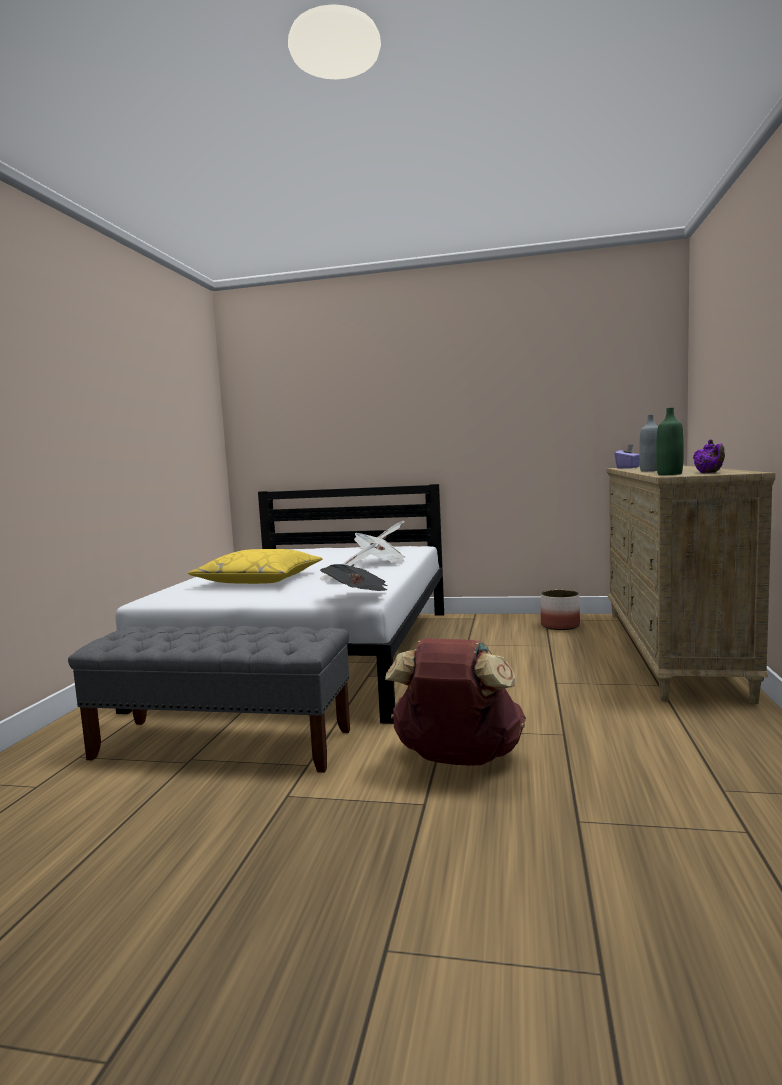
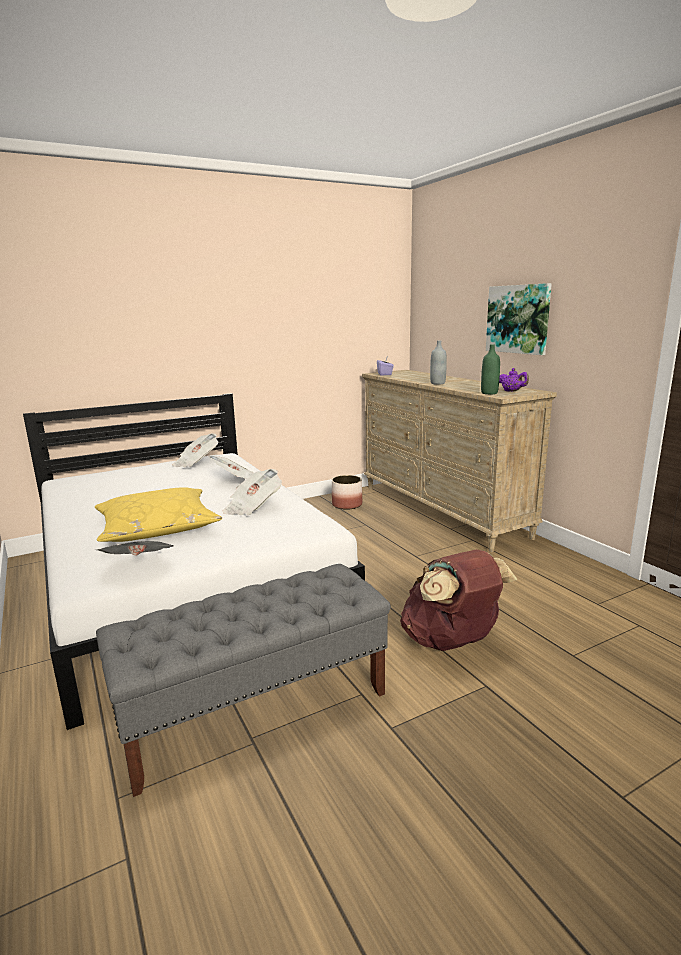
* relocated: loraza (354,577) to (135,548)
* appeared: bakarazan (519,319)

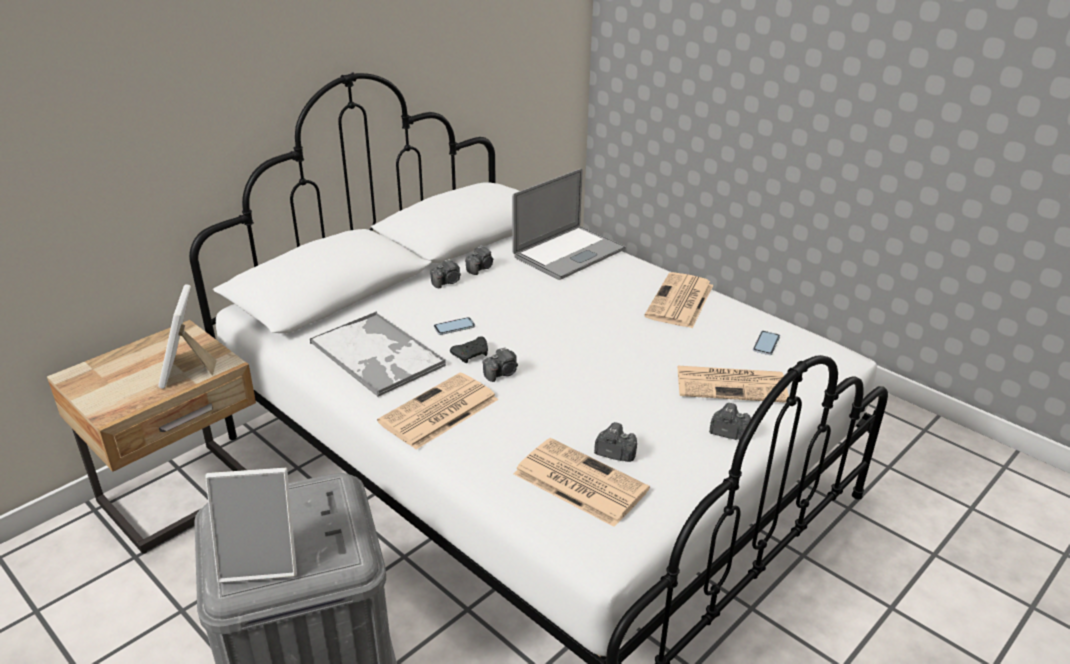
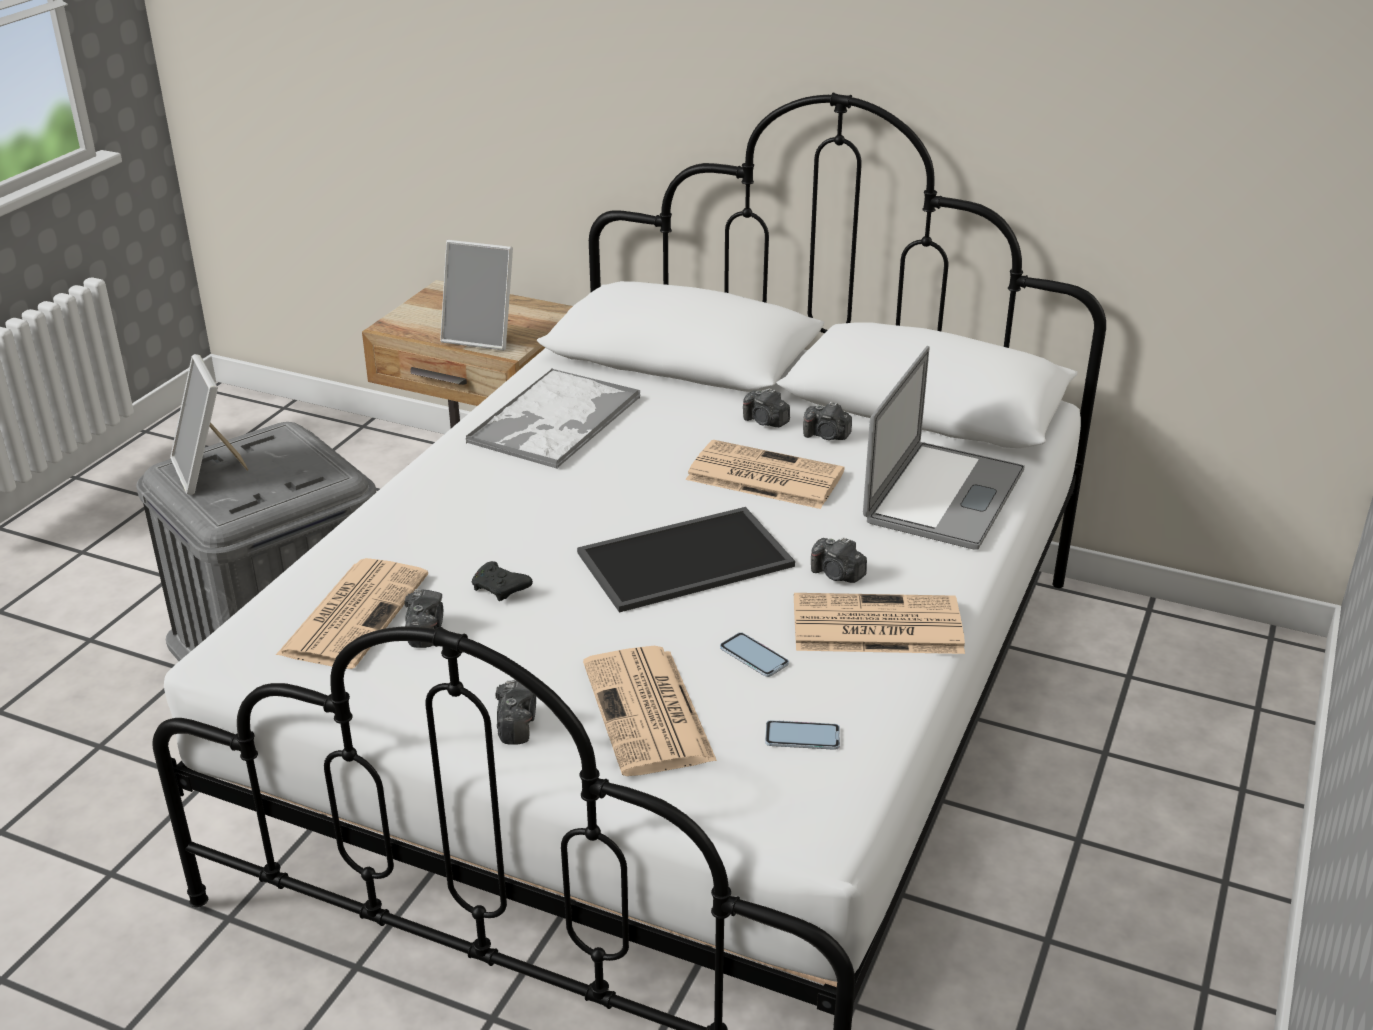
* spun: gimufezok (187,336) = (476,295) 135 degrees counterclockwise
* relocated: loraza (438,411) to (765,474)
* relocated: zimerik (454,326) to (754,654)
* relocated: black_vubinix (469,349) to (502,581)
* relocated: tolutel (500,364) to (839,560)
* spun: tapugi (569,224) = (944,448) 90 degrees counterclockwise
* appeared: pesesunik (686,560)

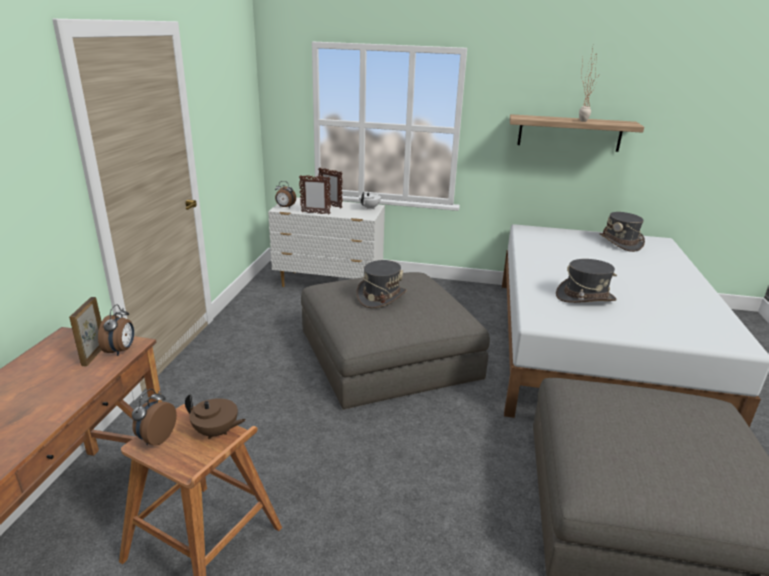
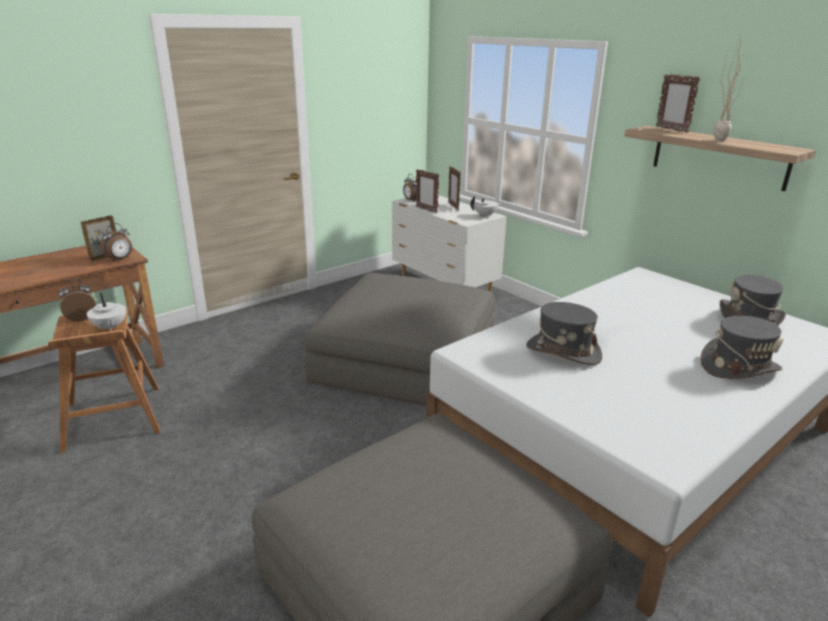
* colour: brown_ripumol (215,417) to white_ripumol (106,312)
* relocated: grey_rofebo (381,284) to (742,347)
* appeared: gimufezok (678,103)

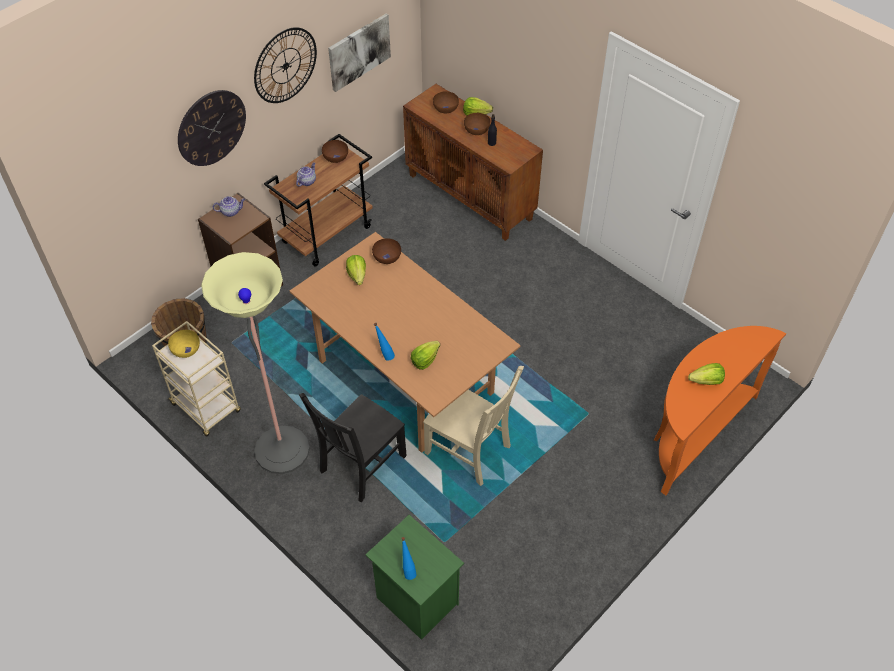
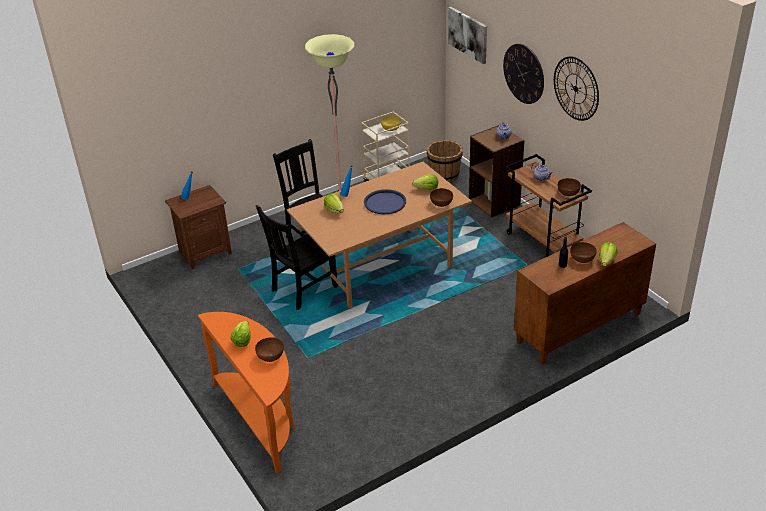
* relocated: bakarazan (359,52) to (467,35)
* colour: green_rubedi (414,577) to brown_rubedi (198,227)
* colour: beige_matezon (473,426) to black_matezon (297,257)
* relocated: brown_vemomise (446,102) to (269,349)
* appeared: blue_pesesunik (385,201)

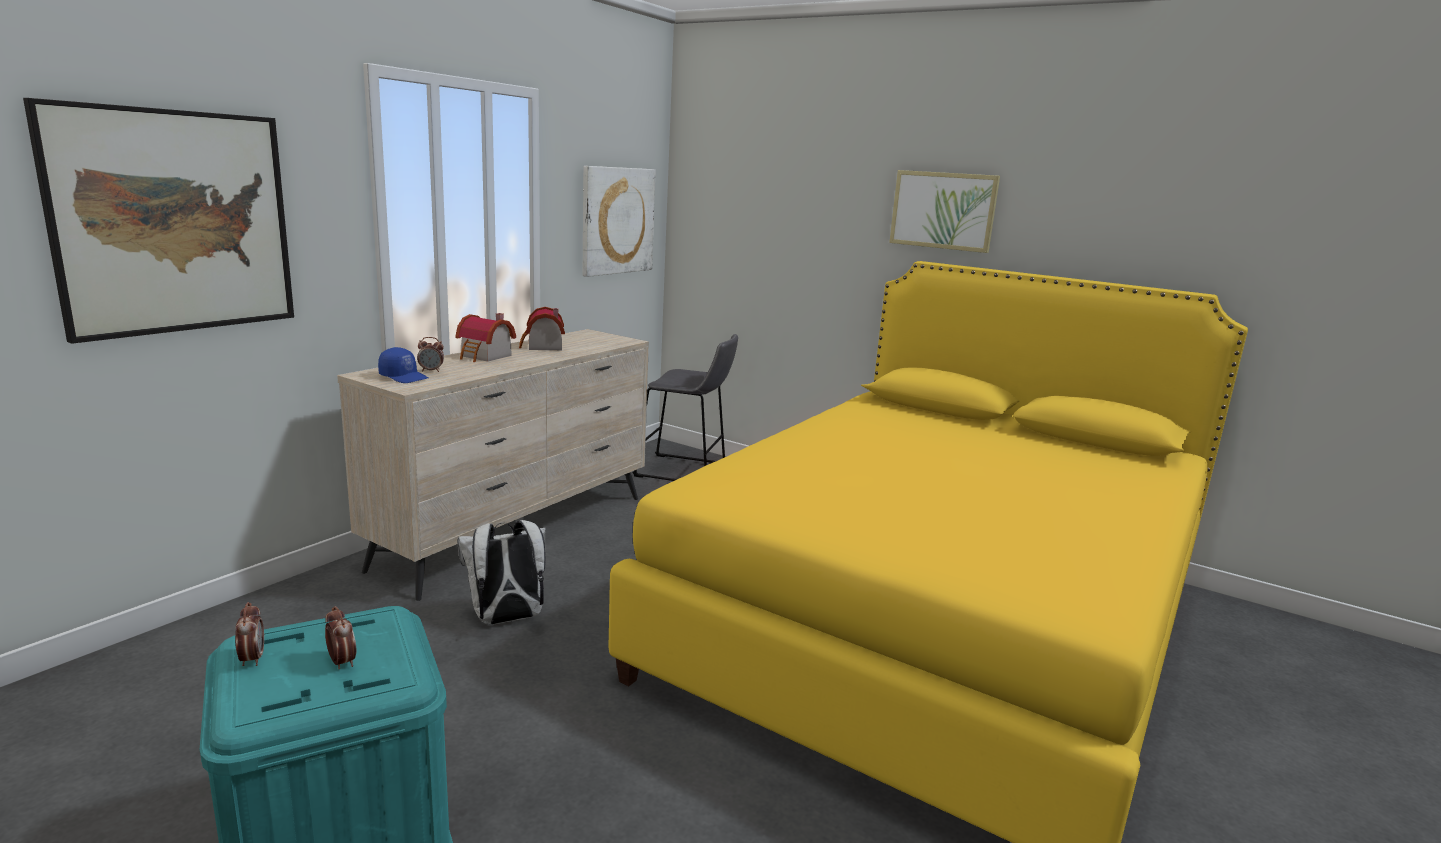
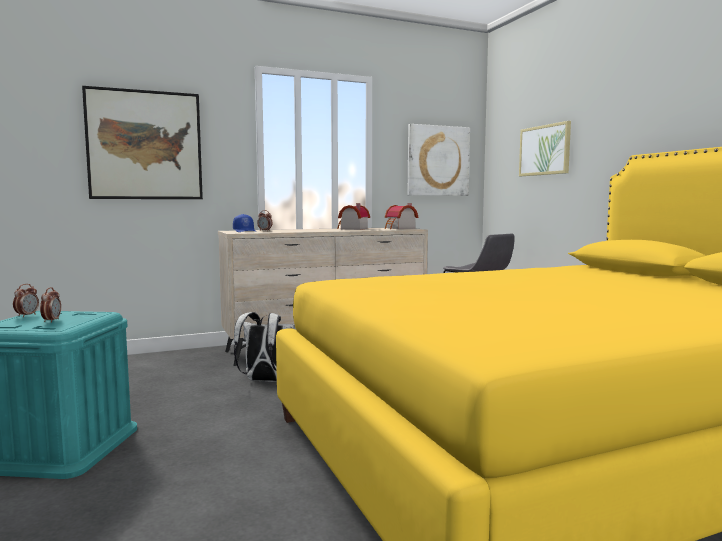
* relocated: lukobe (485,337) to (401,216)
* relocated: bakarazan (944,211) to (545,148)

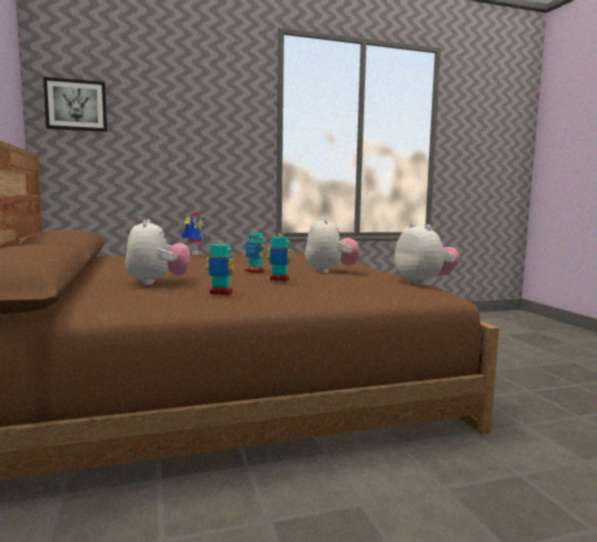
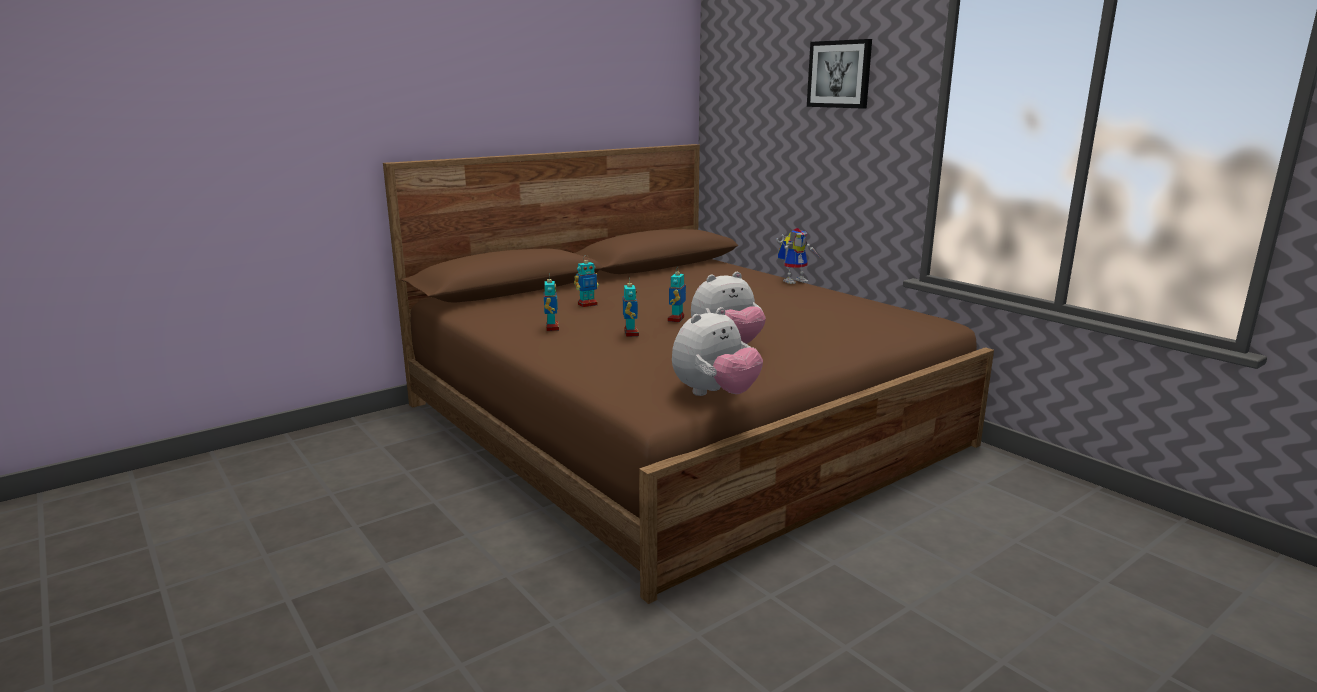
* relocated: bakarazan (75,104) to (839,73)
* exchanged: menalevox (157,252) to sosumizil (586,281)

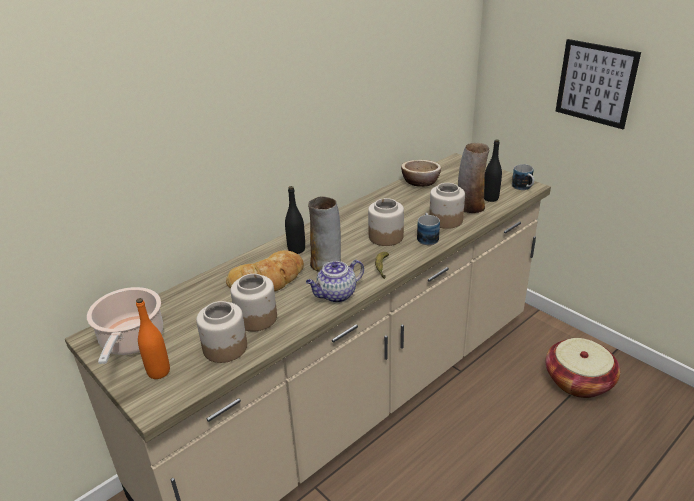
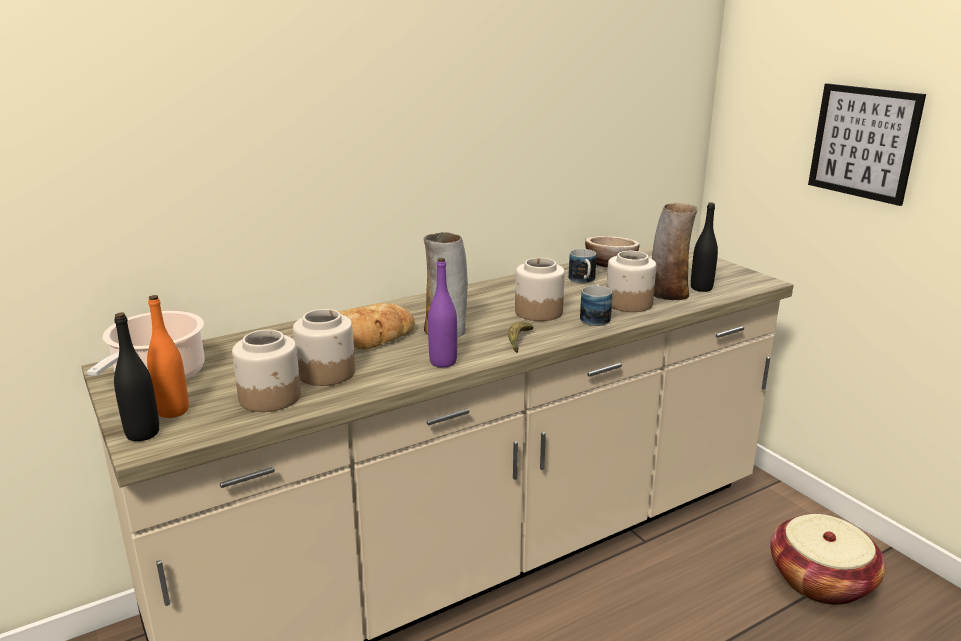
* relocated: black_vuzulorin (295,220) to (136,377)
* exchanged: ripumol (335,281) to purple_vuzulorin (442,313)
* relocated: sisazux (523,177) to (582,266)

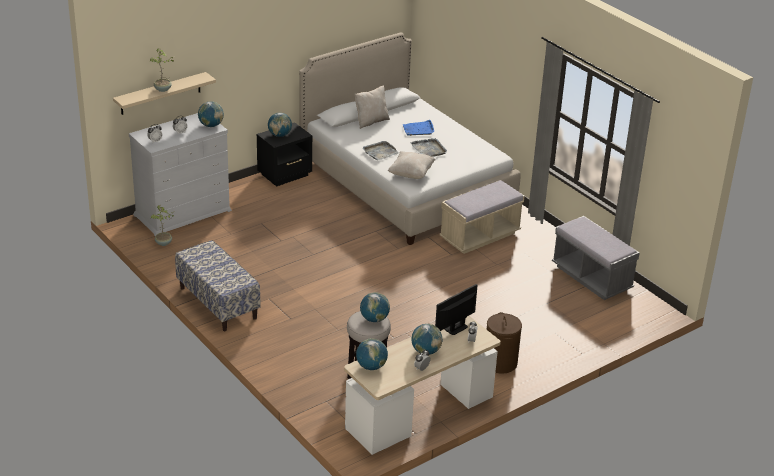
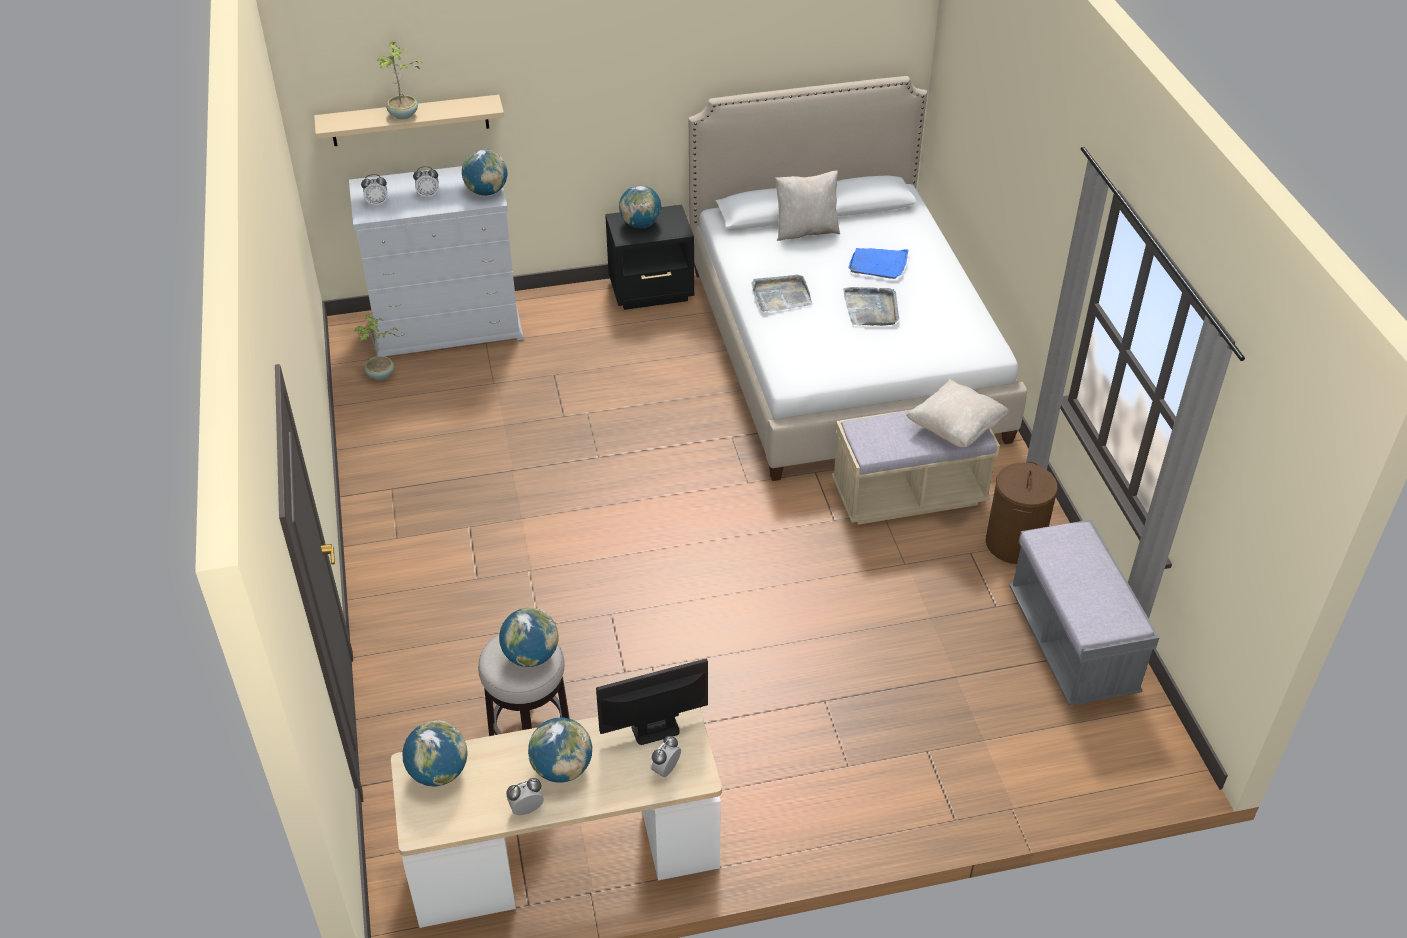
* missing: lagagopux (217,285)
* relocated: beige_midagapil (412,165) to (958,412)
* relocated: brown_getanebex (504,343) to (1022,512)

